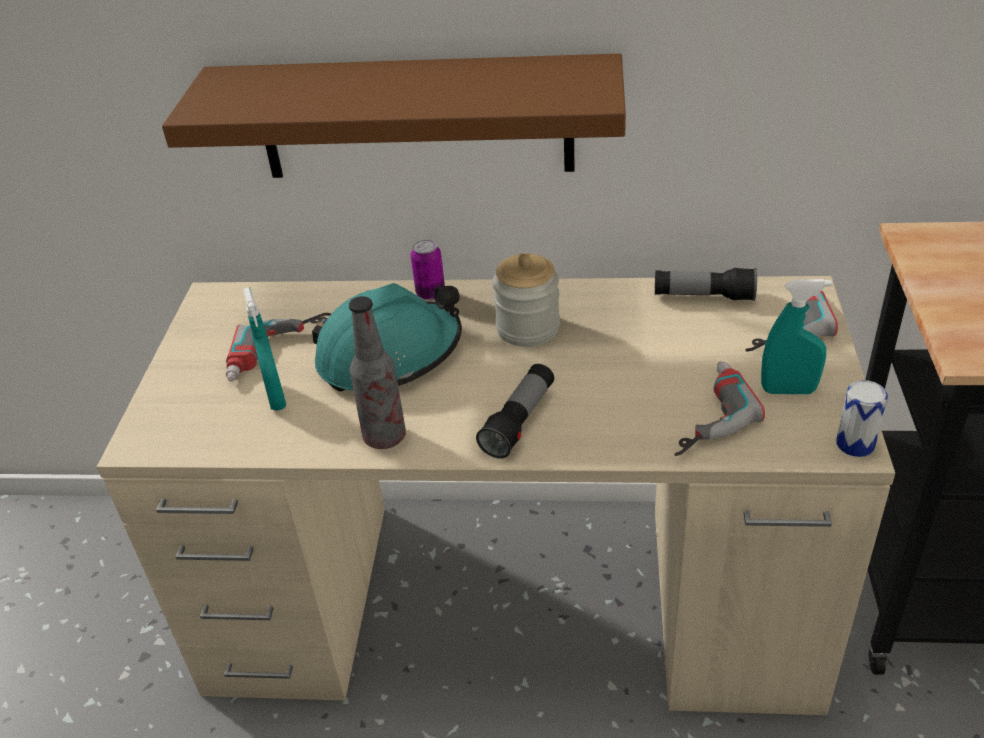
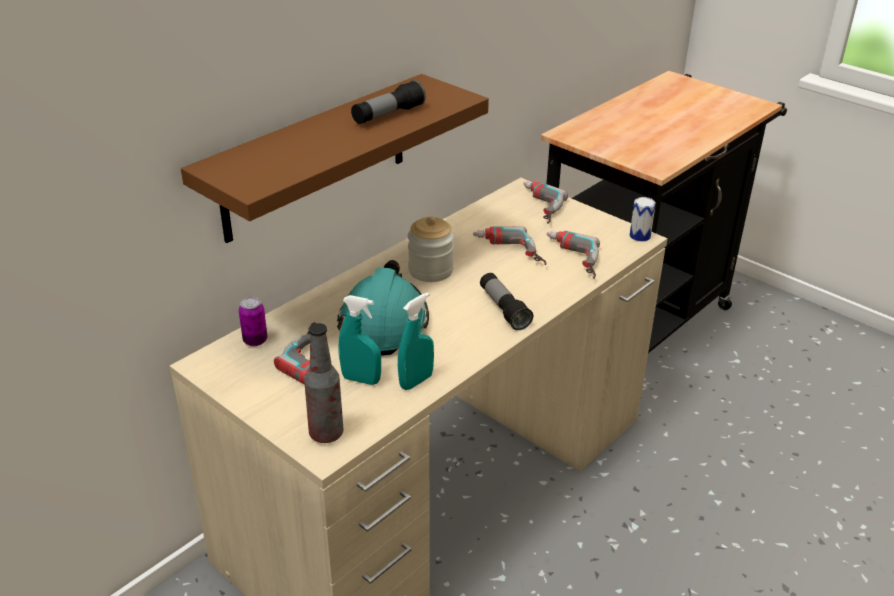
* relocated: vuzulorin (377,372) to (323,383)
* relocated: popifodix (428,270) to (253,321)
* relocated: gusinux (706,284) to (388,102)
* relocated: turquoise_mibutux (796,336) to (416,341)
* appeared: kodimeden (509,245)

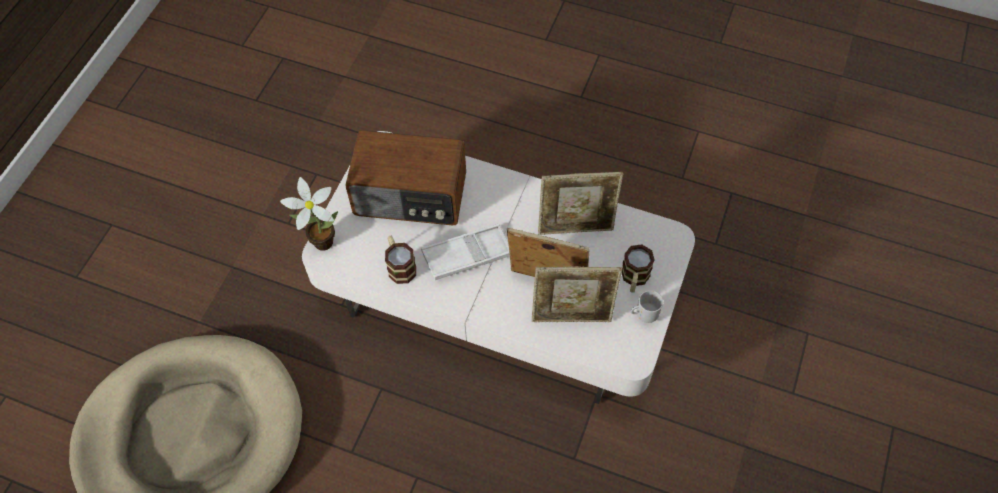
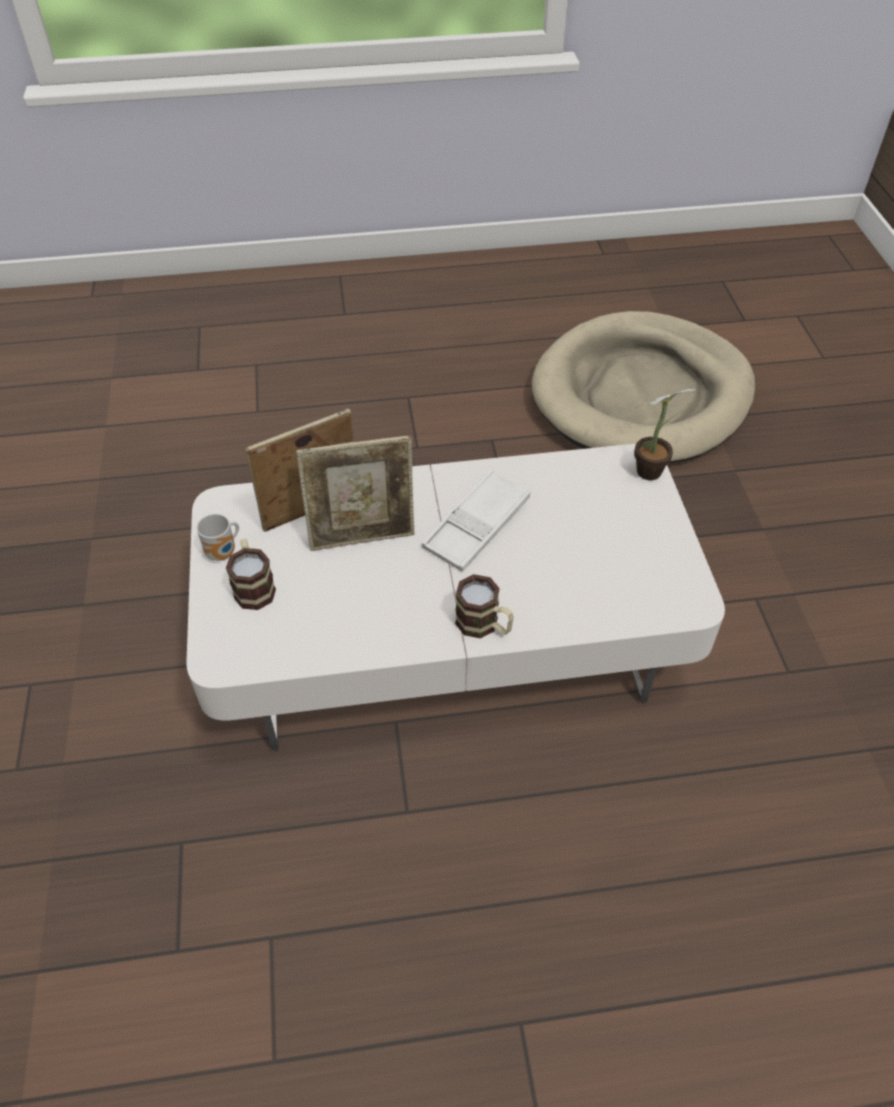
* missing: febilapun (405,177)
* relocated: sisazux (400,260) to (484,606)
* missing: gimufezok (580,203)

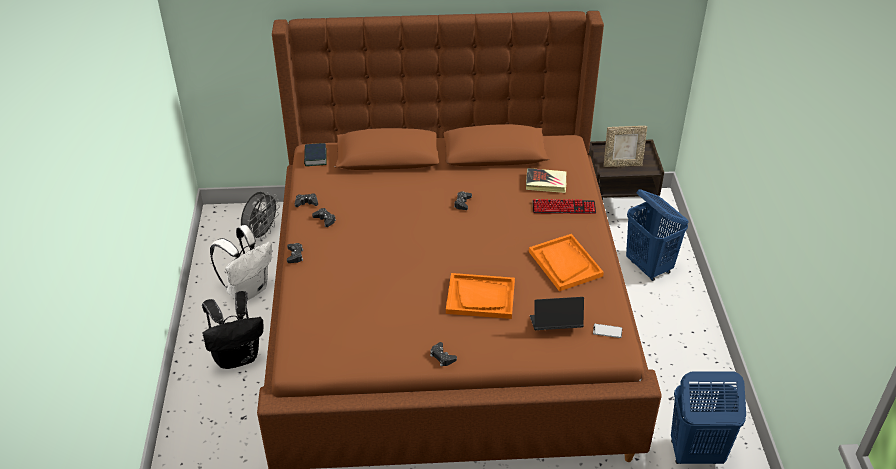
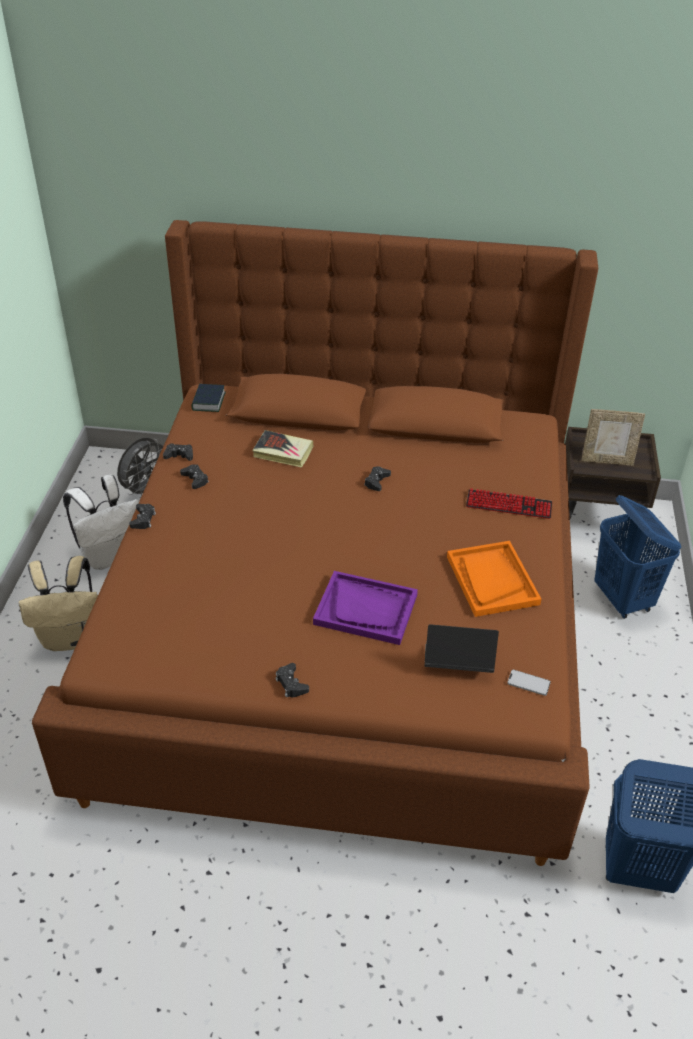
* colour: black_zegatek (233,330) to beige_zegatek (58,603)
* colour: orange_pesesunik (480,296) to purple_pesesunik (365,608)
* relocated: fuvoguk (546,180) to (283,449)

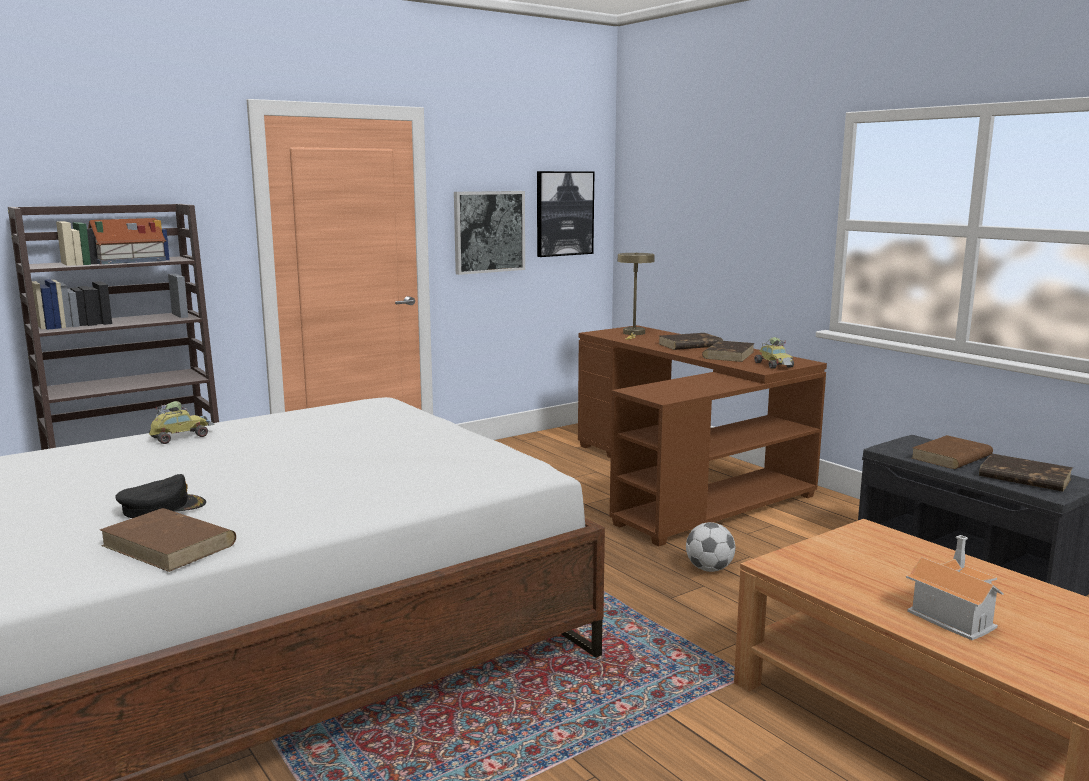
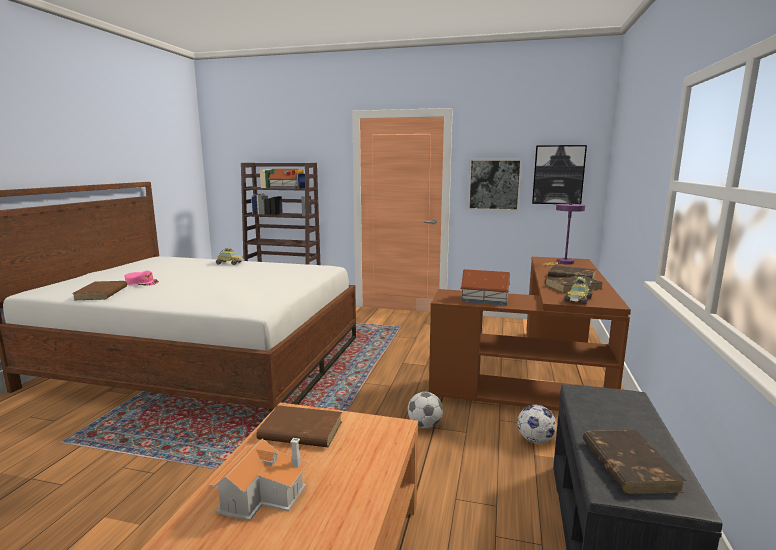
* colour: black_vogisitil (160,496) to pink_vogisitil (141,278)
* colour: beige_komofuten (636,296) to purple_komofuten (564,234)
* relocated: brown_fuvoguk (952,452) to (299,426)
* appeared: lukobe (485,287)
* appeared: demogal (537,424)

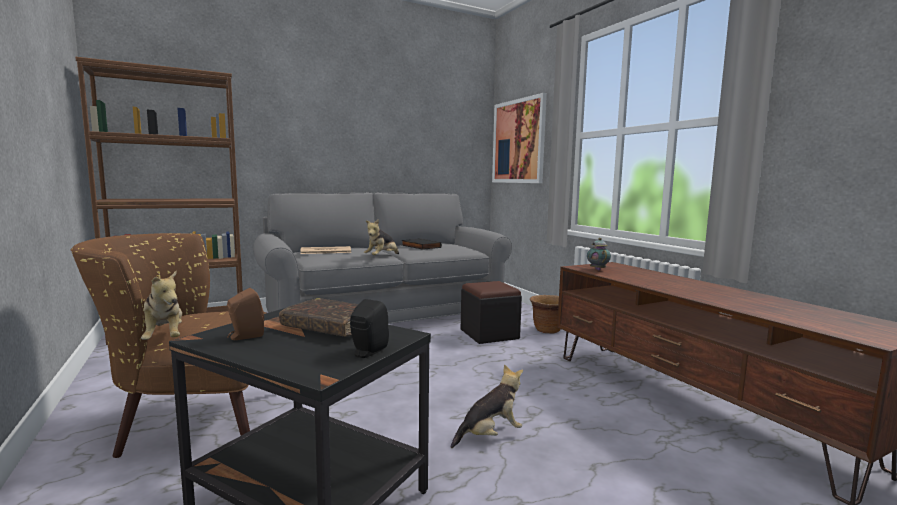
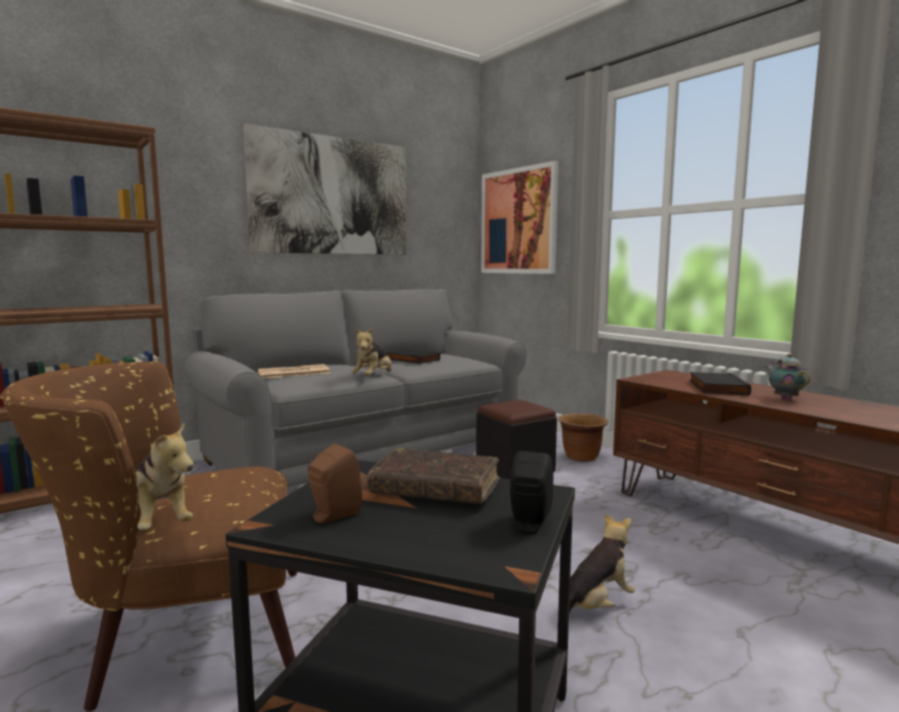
* relocated: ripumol (599,254) to (788,377)
* appeared: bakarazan (325,189)
* appeared: black_fuvoguk (720,383)

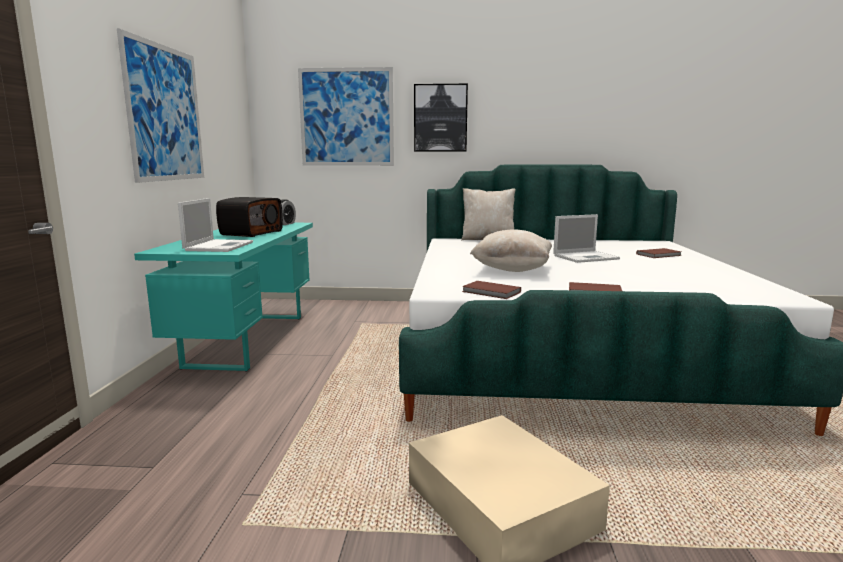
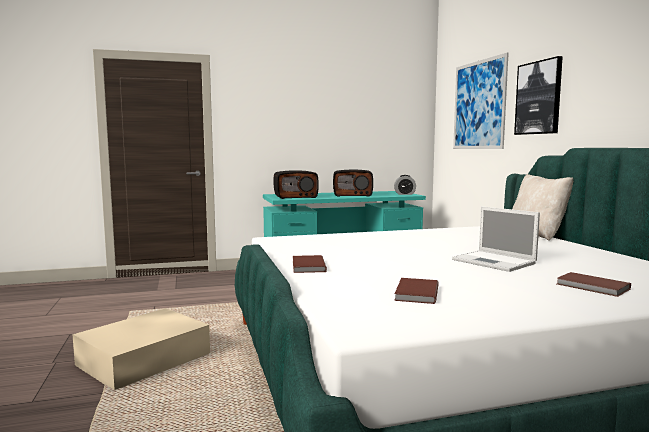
* missing: bakarazan (160,105)
* exchanged: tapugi (215,225) to febilapun (296,184)
* relocated: brown_fuvoguk (491,290) to (416,291)
* missing: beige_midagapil (511,251)

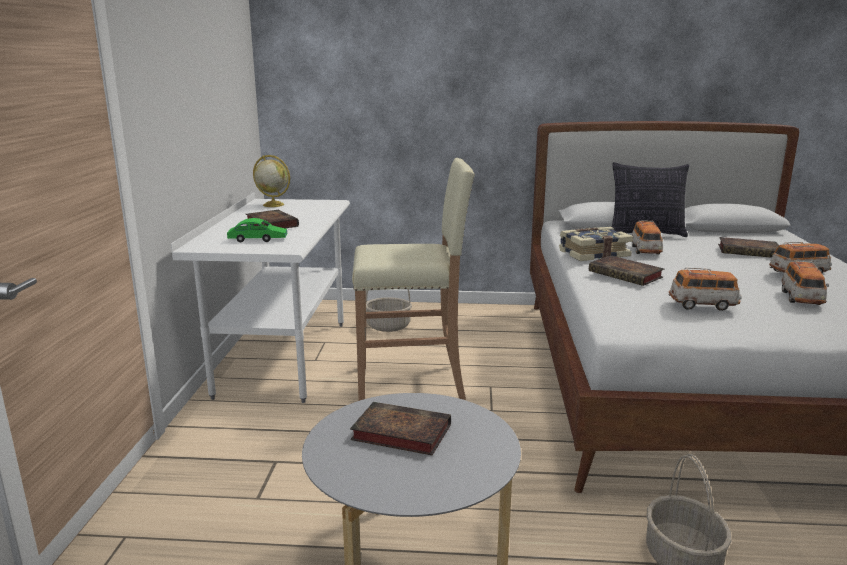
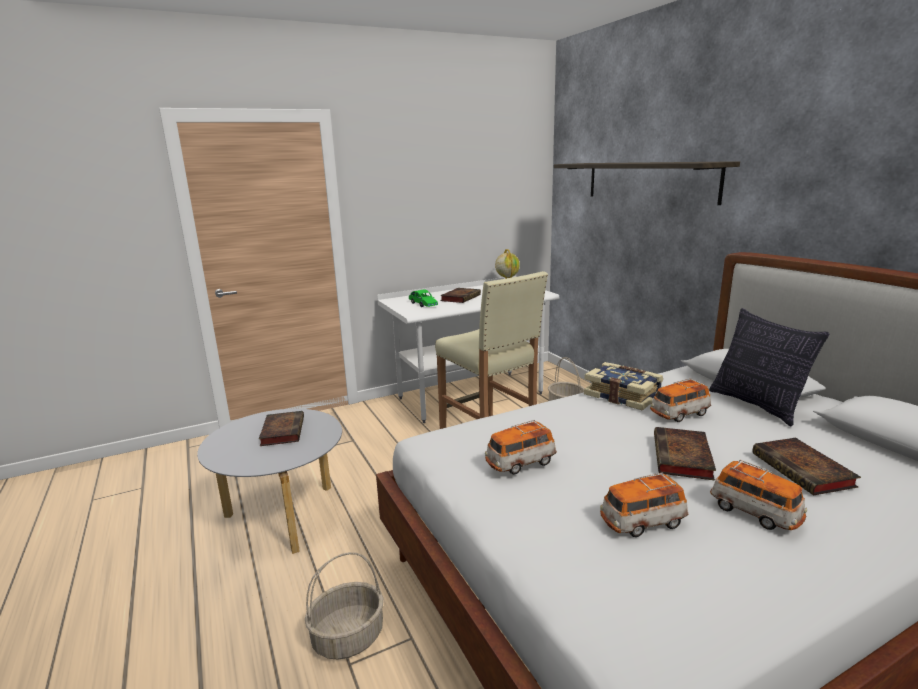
* relocated: fuvoguk (626,270) to (685,453)
* spun: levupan (705,289) = (521,447) 90 degrees clockwise
* appeared: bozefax (647,183)

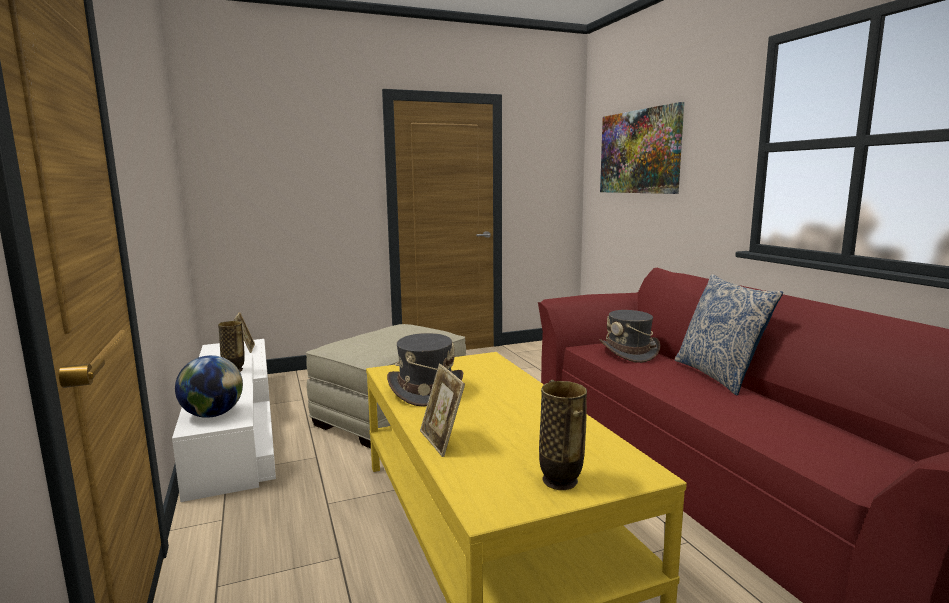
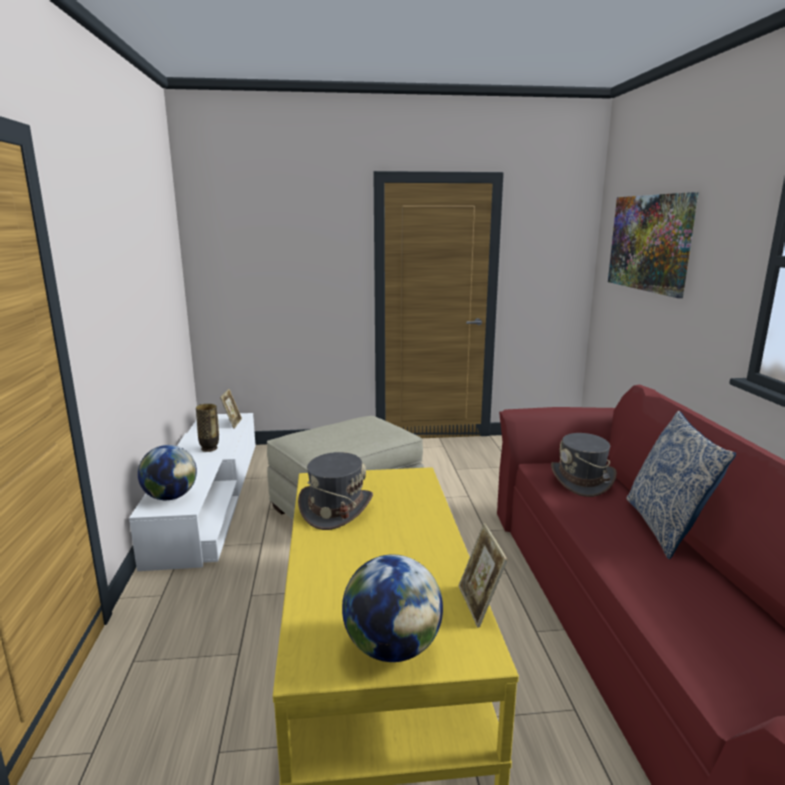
* relocated: gimufezok (442,410) to (483,575)
* exchanged: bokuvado (563,435) to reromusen (392,608)

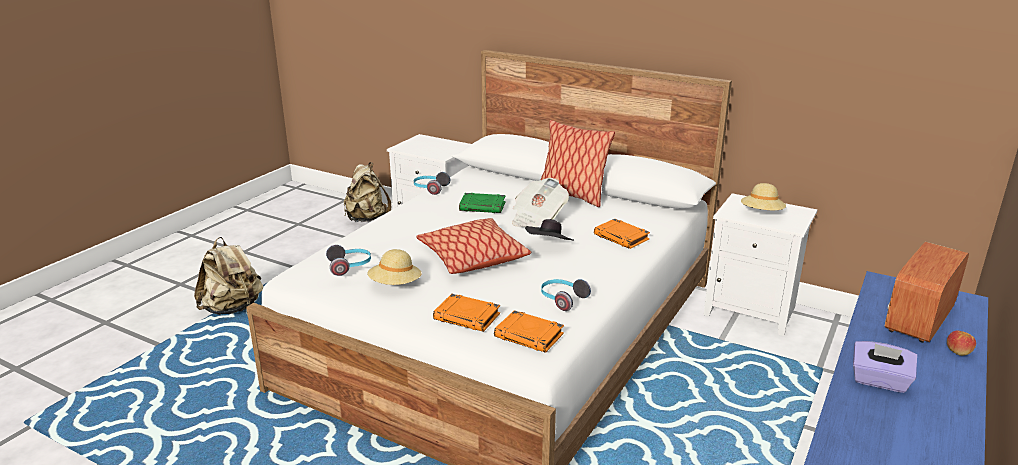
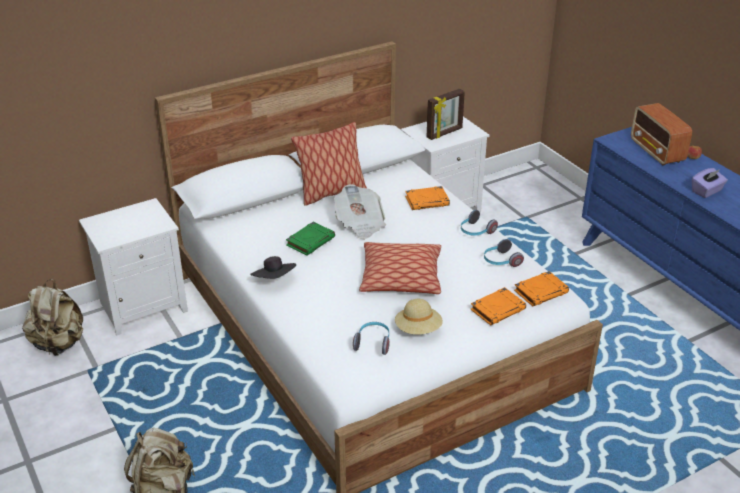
* relocated: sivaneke (432,183) to (479,223)
* relocated: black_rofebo (549,230) to (273,267)
* exchanged: beige_rofebo (763,196) to gimufezok (446,114)

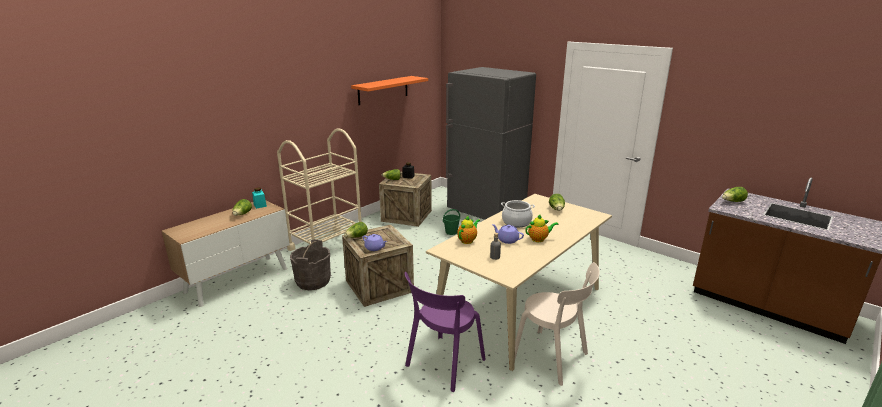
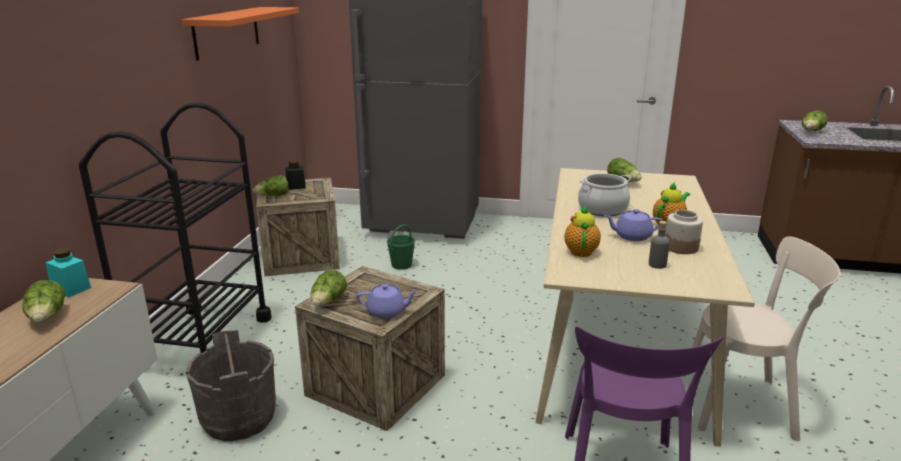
* colour: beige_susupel (319,190) to black_susupel (175,227)
* appeared: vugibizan (684,232)

